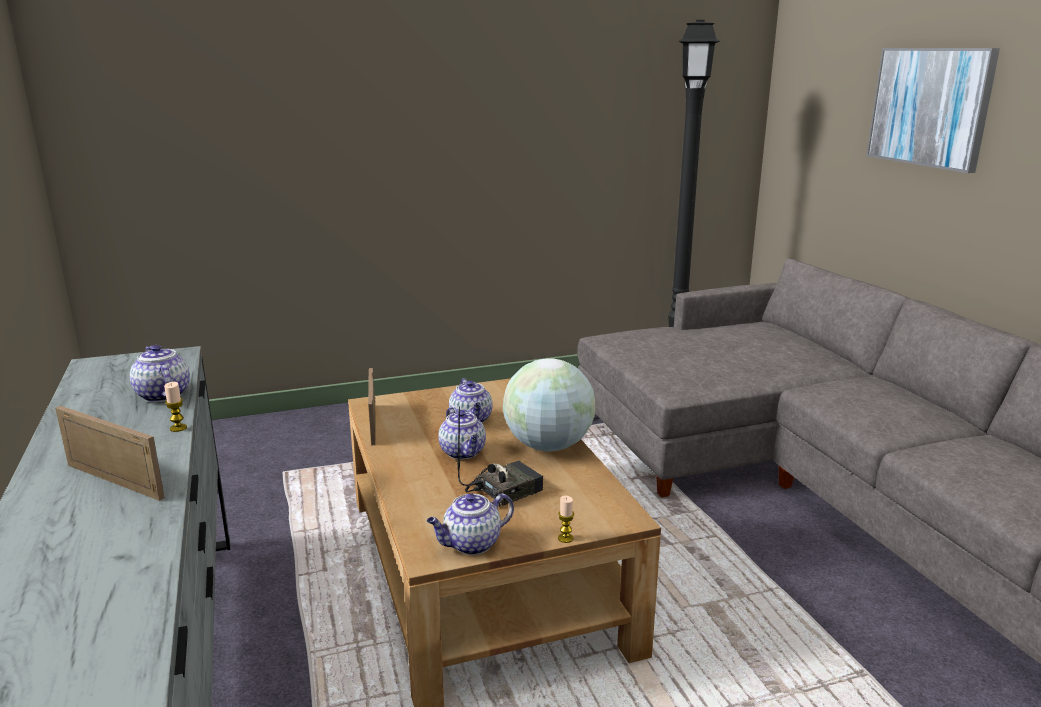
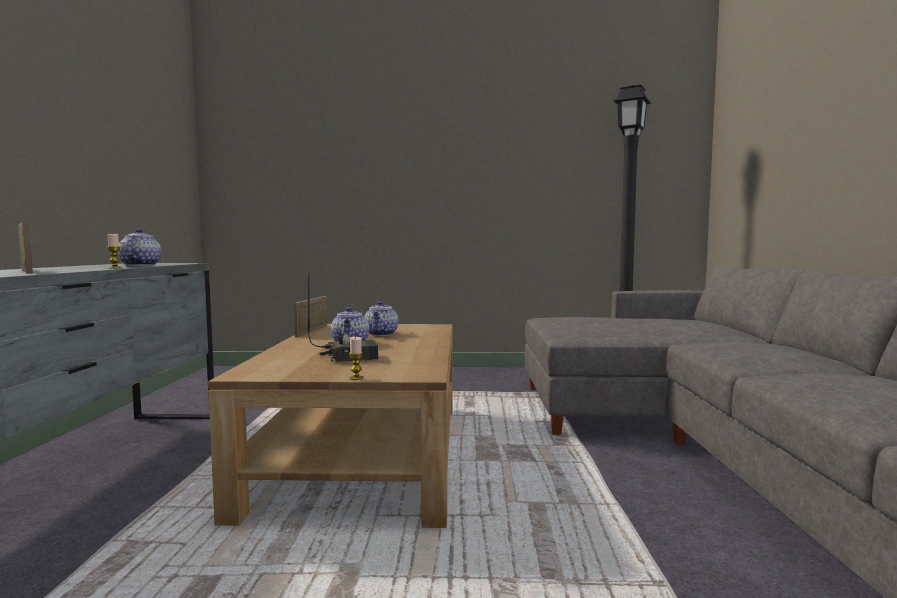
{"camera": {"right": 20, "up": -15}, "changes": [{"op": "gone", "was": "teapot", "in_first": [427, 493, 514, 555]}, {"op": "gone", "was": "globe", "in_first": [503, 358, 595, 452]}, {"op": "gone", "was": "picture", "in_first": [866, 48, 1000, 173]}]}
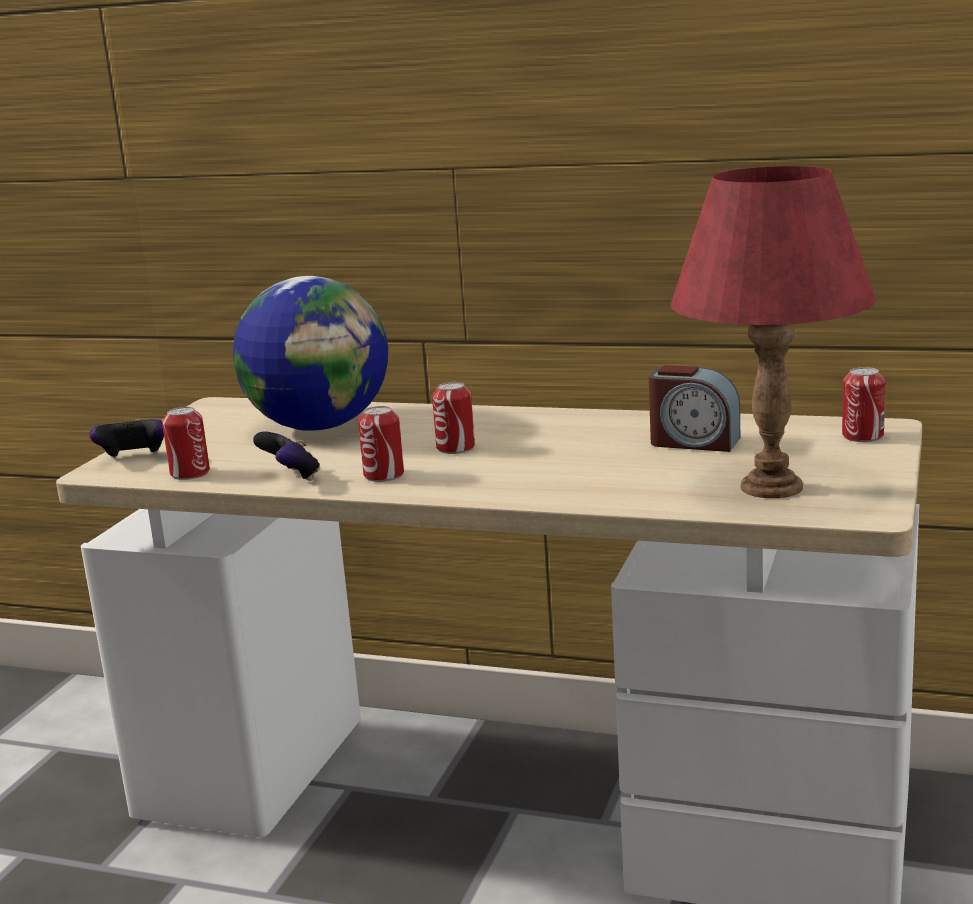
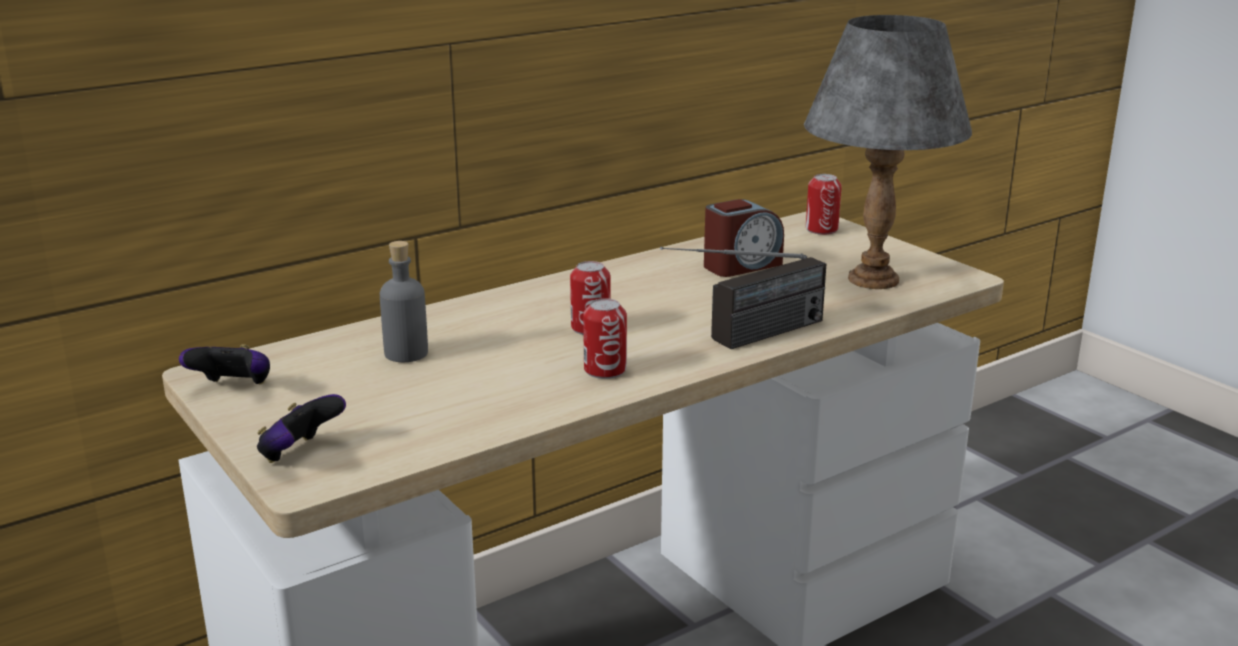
{"camera": {"right": -55, "up": 5}, "changes": [{"op": "shifted", "was": "game controller", "in_first": [253, 431, 320, 481], "in_second": [179, 344, 270, 384]}, {"op": "swapped", "was": "globe", "now": "bottle (grey)", "in_first": [233, 276, 388, 431], "in_second": [380, 241, 428, 362]}, {"op": "new", "now": "radio", "in_second": [660, 247, 826, 349]}, {"op": "repainted", "was": "table lamp (red)", "now": "table lamp (grey)", "in_first": [670, 166, 876, 498], "in_second": [804, 15, 972, 289]}, {"op": "gone", "was": "can", "in_first": [162, 407, 210, 480]}]}
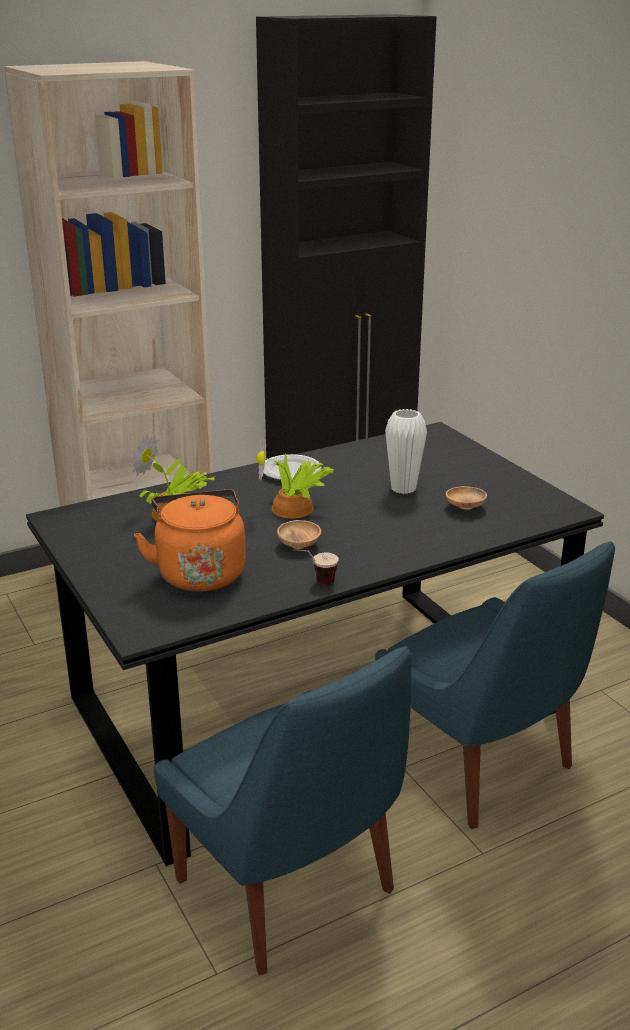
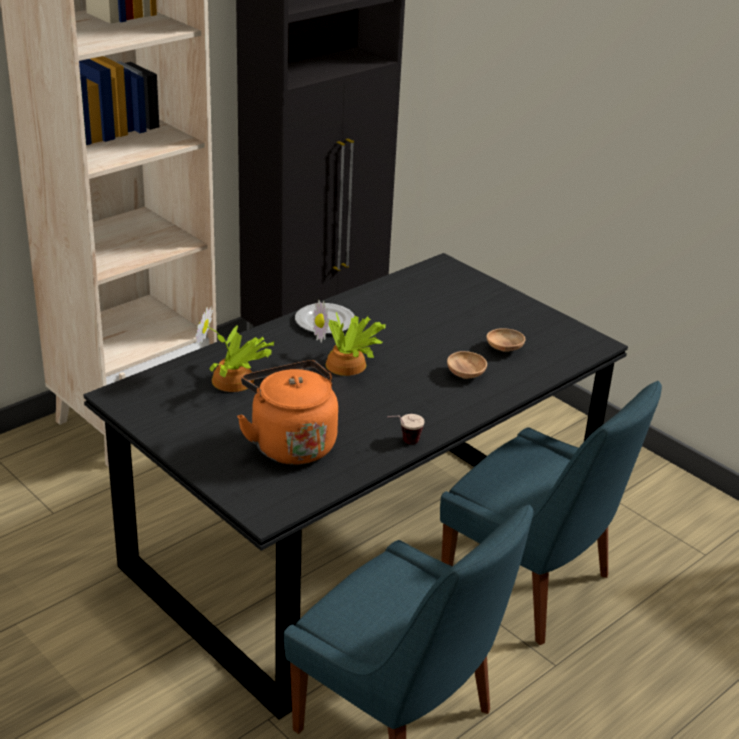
{"camera": {"right": -15, "up": 5}, "changes": [{"op": "shifted", "was": "bowl (brown)", "in_first": [277, 520, 321, 549], "in_second": [447, 351, 487, 379]}, {"op": "gone", "was": "vase (white)", "in_first": [385, 409, 427, 494]}]}
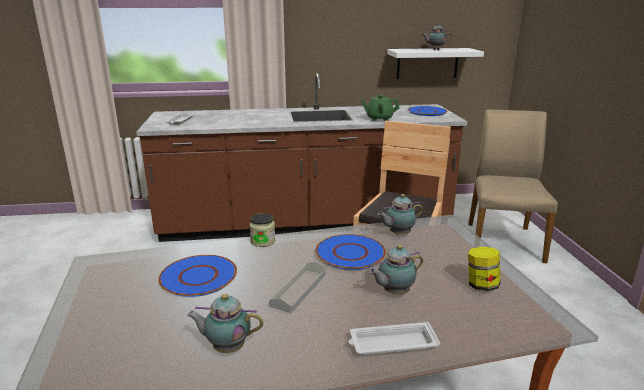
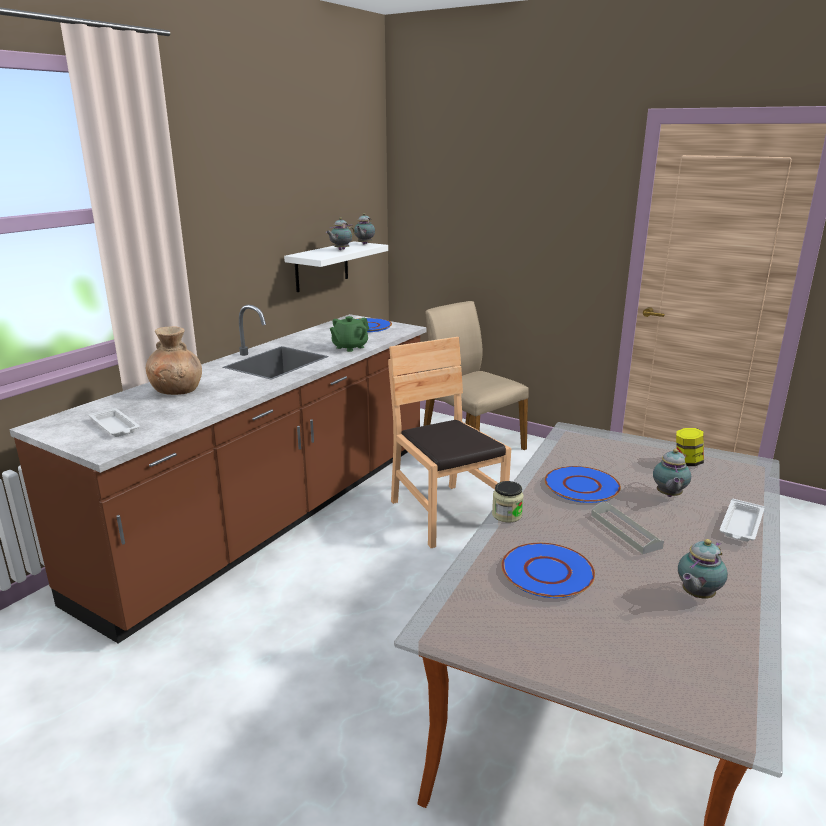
{"camera": {"right": -50, "up": 0}, "changes": [{"op": "new", "now": "vase (brown)", "in_second": [146, 327, 202, 395]}, {"op": "shifted", "was": "teapot", "in_first": [377, 194, 423, 235], "in_second": [354, 213, 375, 244]}]}
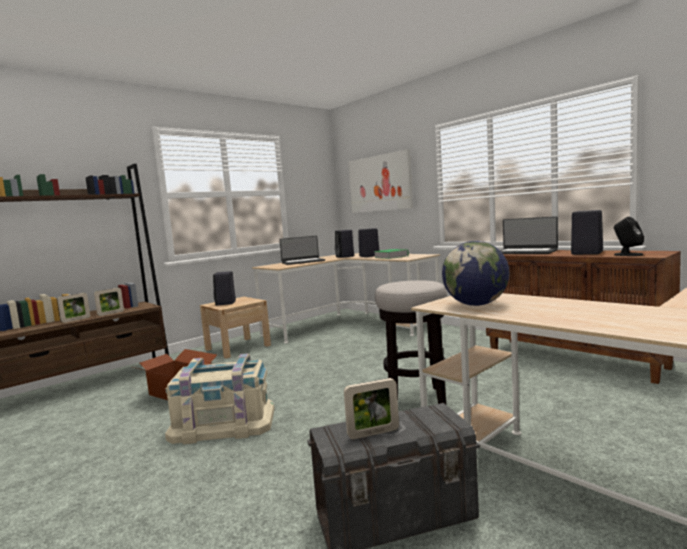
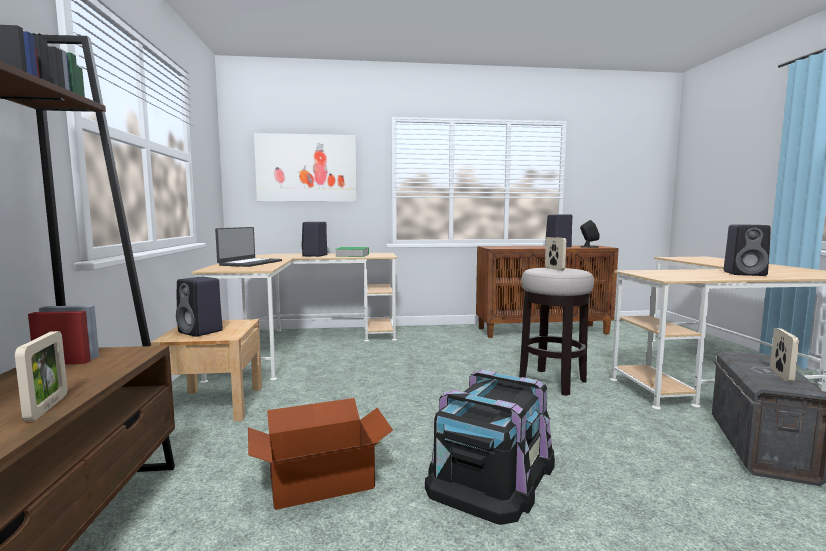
{"camera": {"right": -55, "up": 0}, "changes": [{"op": "repainted", "was": "storage box (beige)", "now": "storage box (black)", "in_first": [165, 353, 275, 444], "in_second": [425, 370, 555, 525]}, {"op": "shifted", "was": "picture frame", "in_first": [94, 288, 124, 316], "in_second": [545, 237, 566, 271]}, {"op": "shifted", "was": "speaker (black)", "in_first": [335, 230, 354, 258], "in_second": [724, 225, 771, 276]}, {"op": "gone", "was": "globe", "in_first": [442, 241, 509, 306]}, {"op": "gone", "was": "laptop", "in_first": [500, 216, 558, 254]}]}
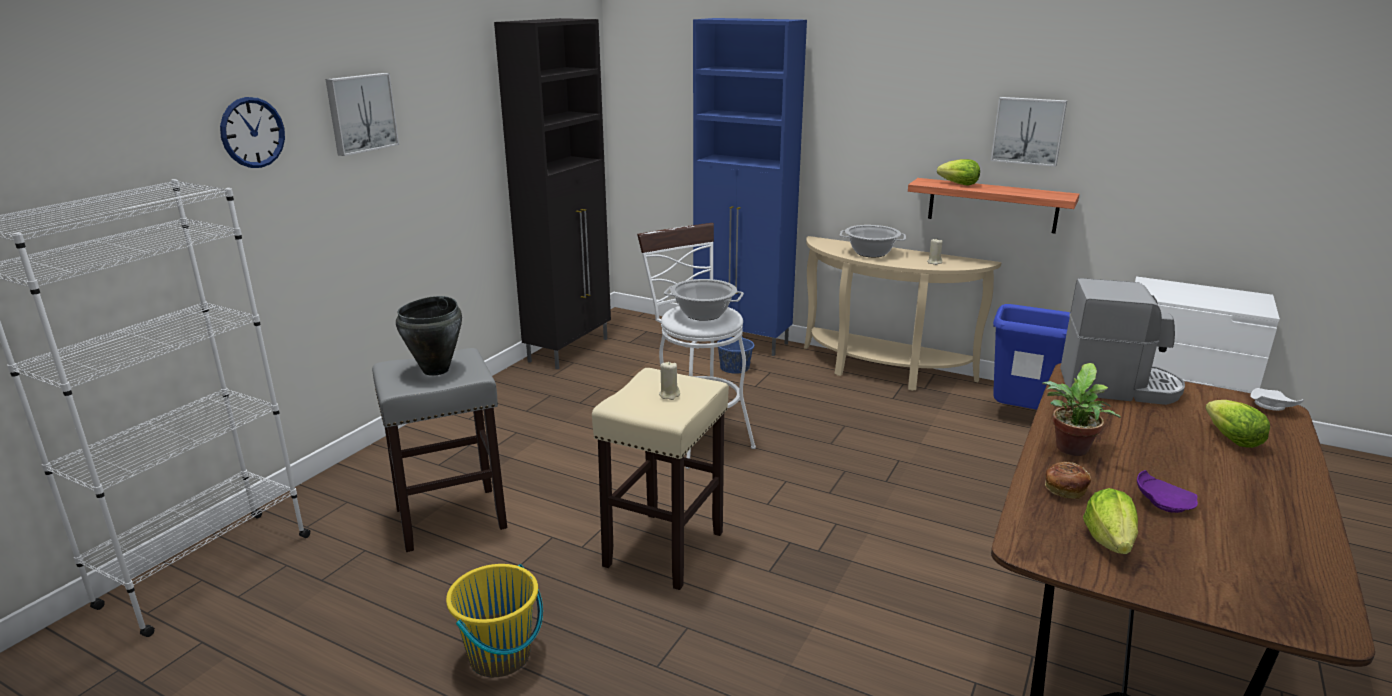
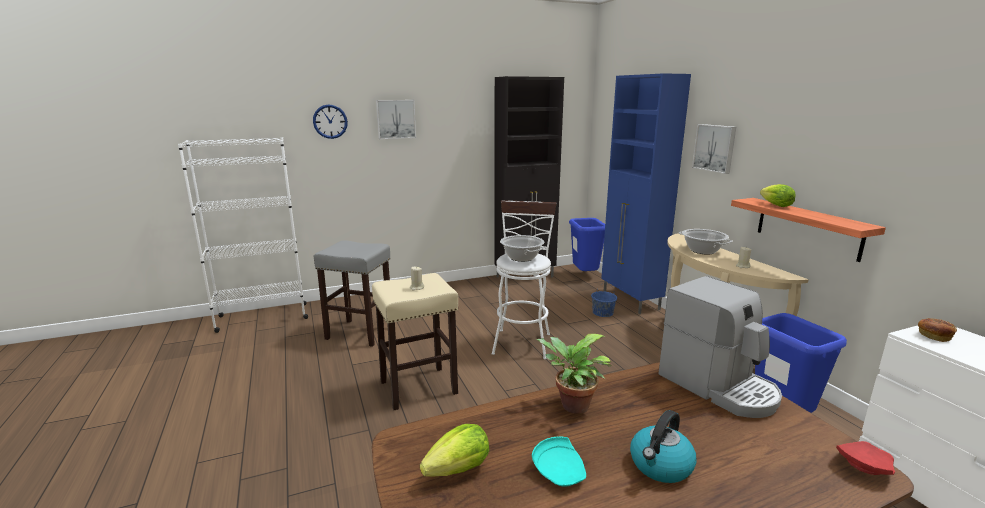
{"camera": {"right": 40, "up": -5}, "changes": [{"op": "repainted", "was": "plate (purple)", "now": "plate (turquoise)", "in_first": [1137, 470, 1198, 513], "in_second": [532, 437, 586, 487]}, {"op": "new", "now": "trash can (blue)", "in_second": [569, 218, 605, 271]}, {"op": "new", "now": "kettle", "in_second": [630, 410, 697, 483]}, {"op": "shifted", "was": "picture", "in_first": [991, 97, 1067, 167], "in_second": [692, 124, 736, 174]}, {"op": "repainted", "was": "plate (white)", "now": "plate (red)", "in_first": [1250, 388, 1304, 411], "in_second": [836, 441, 895, 475]}, {"op": "shifted", "was": "bread", "in_first": [1045, 462, 1091, 499], "in_second": [918, 318, 957, 342]}, {"op": "gone", "was": "cooking pot (black)", "in_first": [396, 296, 462, 376]}, {"op": "gone", "was": "bucket (yellow)", "in_first": [446, 564, 543, 677]}, {"op": "gone", "was": "lettuce", "in_first": [1205, 400, 1270, 448]}]}
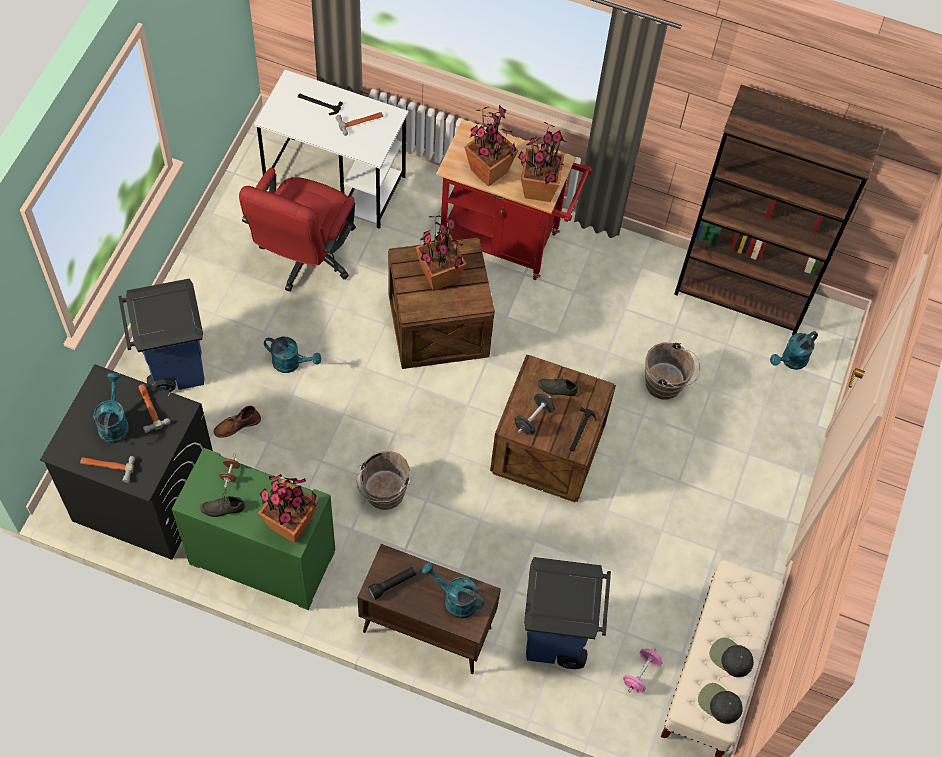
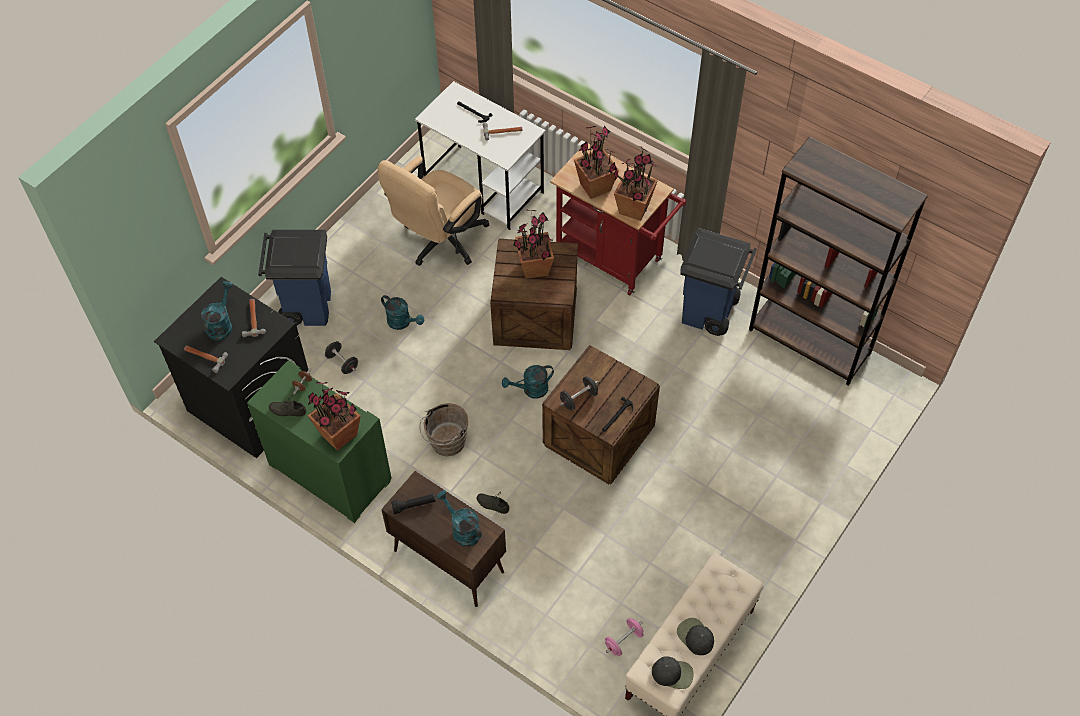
{"camera": {"right": 20, "up": -5}, "changes": [{"op": "swapped", "was": "boot (brown)", "now": "dumbbell (black)", "in_first": [214, 406, 261, 438], "in_second": [325, 341, 358, 374]}, {"op": "repainted", "was": "office chair (red)", "now": "office chair (beige)", "in_first": [239, 167, 356, 292], "in_second": [378, 156, 489, 266]}, {"op": "shifted", "was": "shoe (grey)", "in_first": [538, 372, 578, 396], "in_second": [477, 493, 509, 514]}, {"op": "shifted", "was": "watering can (turquoise)", "in_first": [770, 331, 818, 370], "in_second": [502, 365, 554, 399]}, {"op": "rotated", "was": "cap (black)", "in_first": [698, 683, 743, 724], "in_second": [652, 656, 694, 689], "clockwise": 135}, {"op": "shifted", "was": "trash can (blue)", "in_first": [524, 557, 611, 669], "in_second": [680, 228, 757, 336]}, {"op": "gone", "was": "bucket (brown)", "in_first": [645, 342, 700, 400]}]}
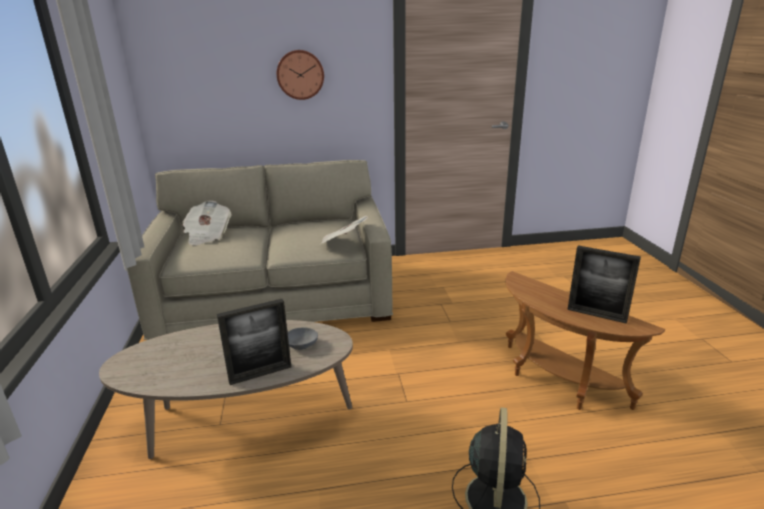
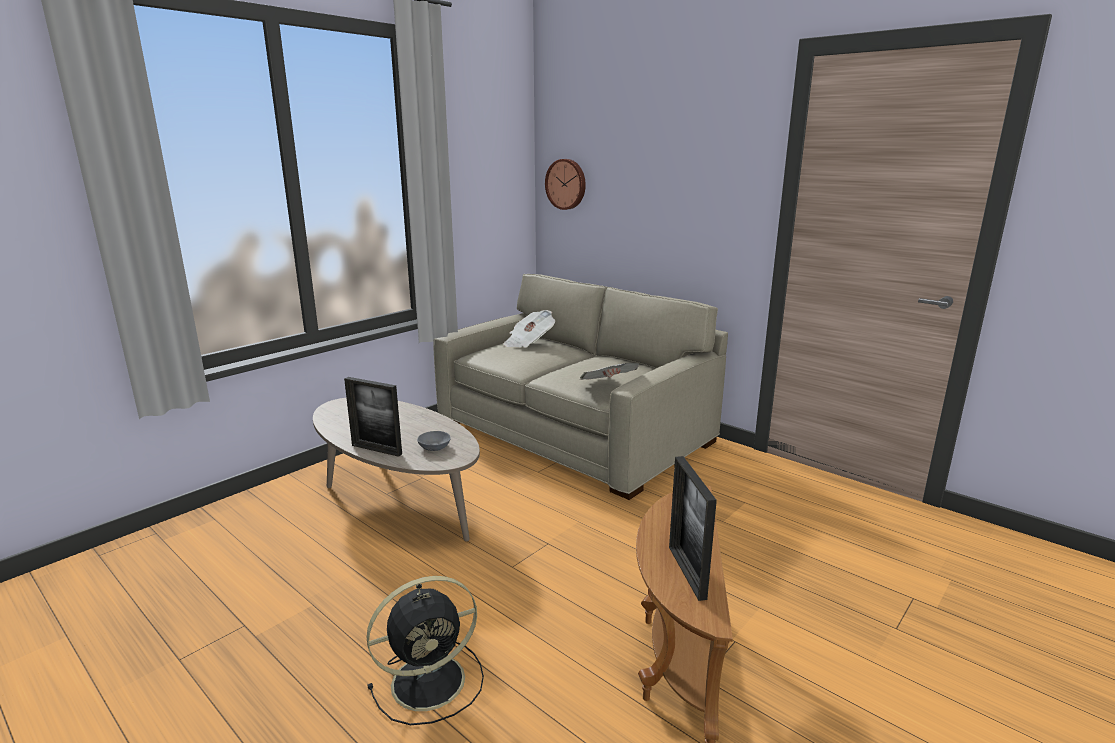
{"camera": {"right": 50, "up": -5}, "changes": [{"op": "shifted", "was": "wall clock", "in_first": [277, 50, 324, 100], "in_second": [545, 159, 586, 210]}]}
